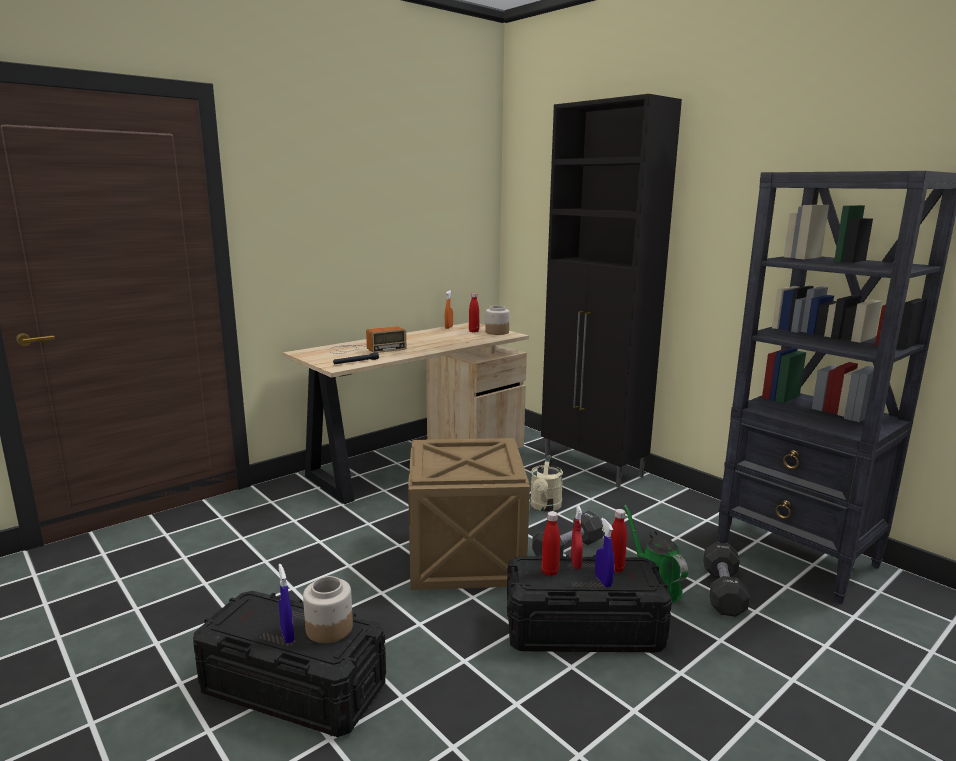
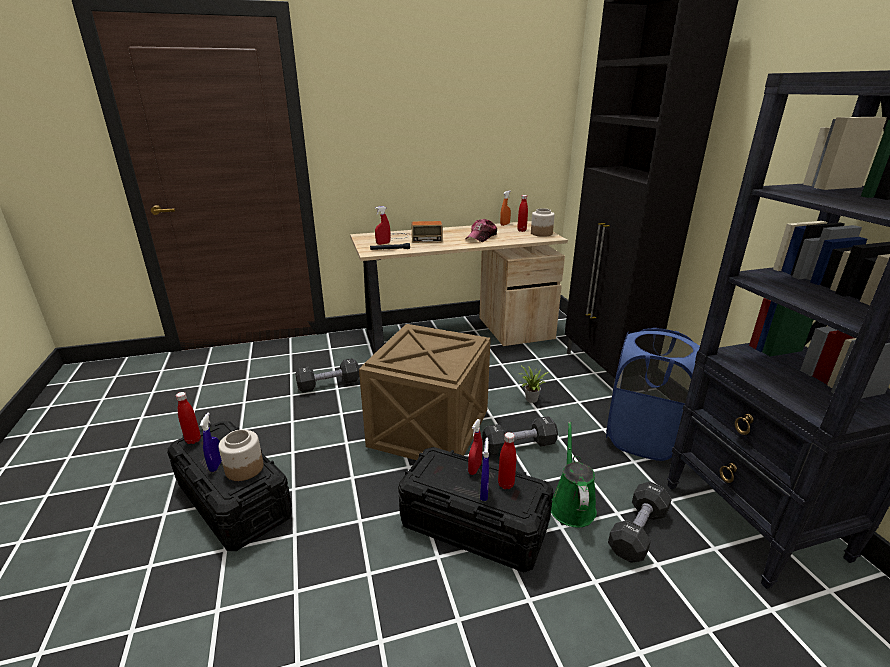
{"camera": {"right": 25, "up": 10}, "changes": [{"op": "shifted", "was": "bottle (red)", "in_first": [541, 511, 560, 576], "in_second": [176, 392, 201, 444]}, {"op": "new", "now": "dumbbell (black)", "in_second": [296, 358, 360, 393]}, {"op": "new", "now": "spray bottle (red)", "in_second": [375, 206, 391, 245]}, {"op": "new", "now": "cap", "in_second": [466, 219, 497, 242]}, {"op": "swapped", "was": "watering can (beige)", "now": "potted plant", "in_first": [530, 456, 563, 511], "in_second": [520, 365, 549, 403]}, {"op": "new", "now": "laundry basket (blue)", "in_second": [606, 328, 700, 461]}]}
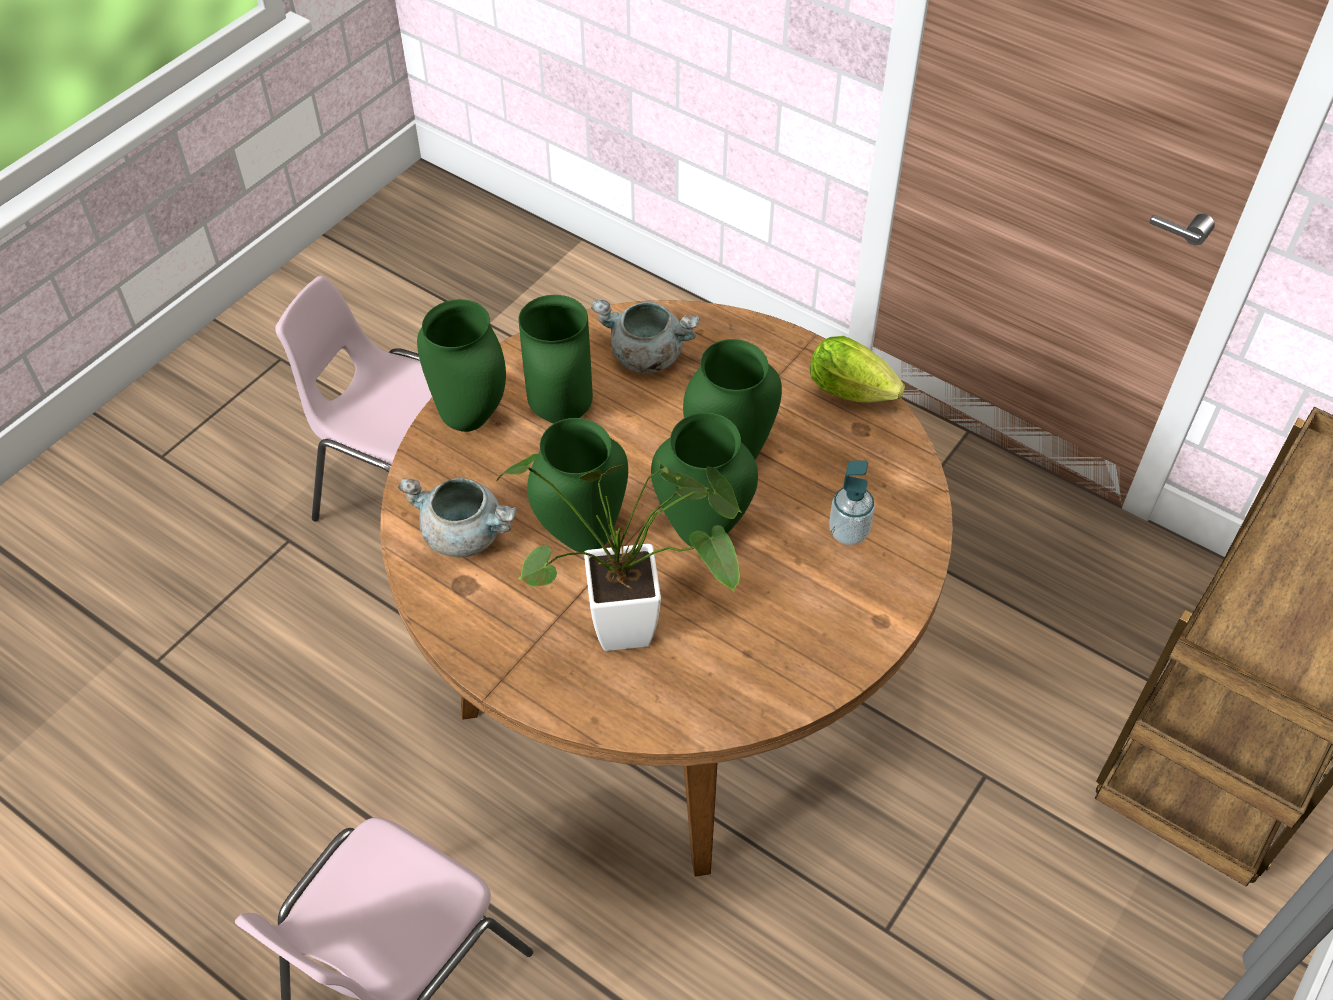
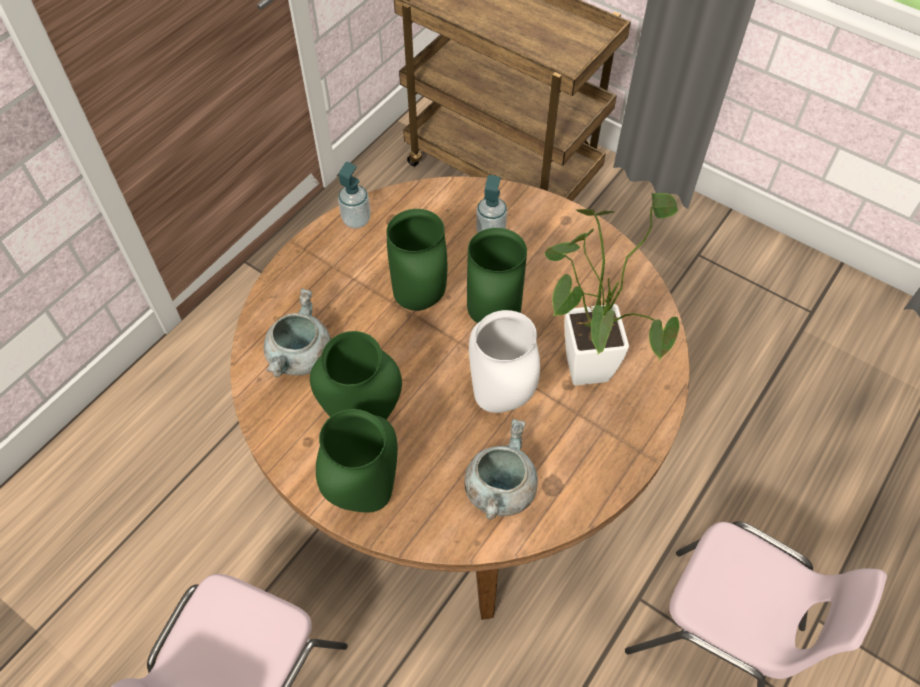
{"camera": {"right": -90, "up": 5}, "changes": [{"op": "swapped", "was": "lettuce", "now": "soap dispenser", "in_first": [810, 336, 905, 403], "in_second": [338, 162, 371, 228]}, {"op": "repainted", "was": "vase (green)", "now": "vase (white)", "in_first": [527, 418, 628, 552], "in_second": [469, 310, 540, 413]}]}
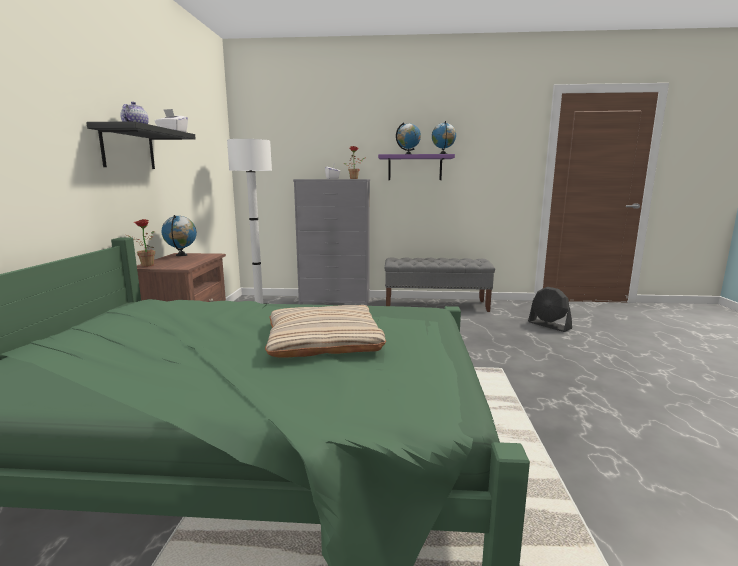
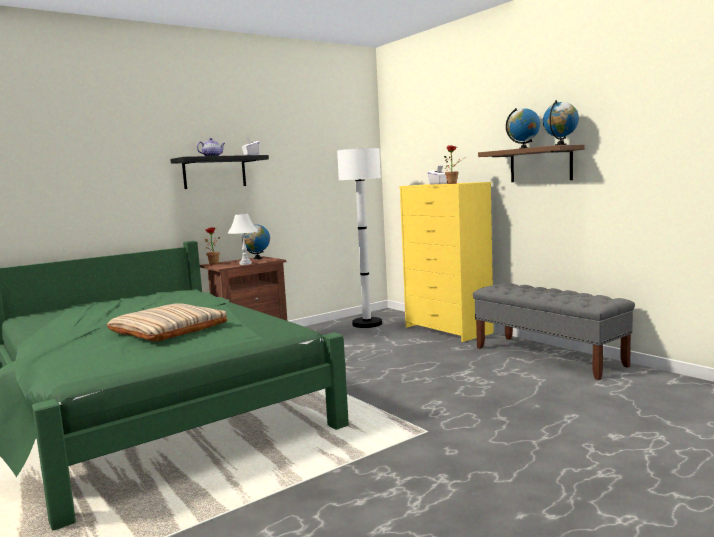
{"camera": {"right": 50, "up": -5}, "changes": [{"op": "new", "now": "table lamp (white)", "in_second": [228, 214, 258, 265]}, {"op": "repainted", "was": "dresser (grey)", "now": "dresser (yellow)", "in_first": [293, 179, 370, 306], "in_second": [399, 182, 494, 342]}, {"op": "repainted", "was": "shelf (purple)", "now": "shelf (brown)", "in_first": [378, 154, 455, 180], "in_second": [478, 145, 585, 182]}, {"op": "gone", "was": "fan (black)", "in_first": [528, 287, 572, 332]}]}
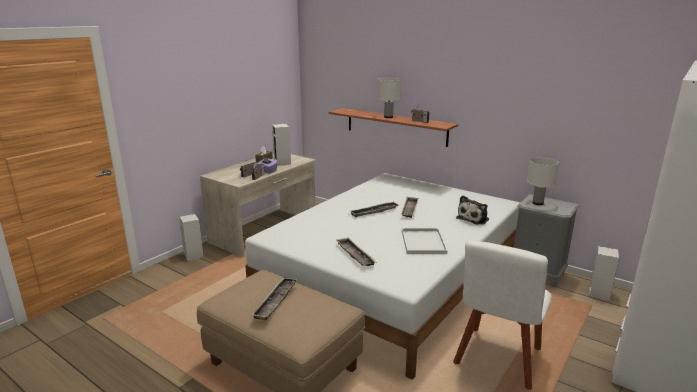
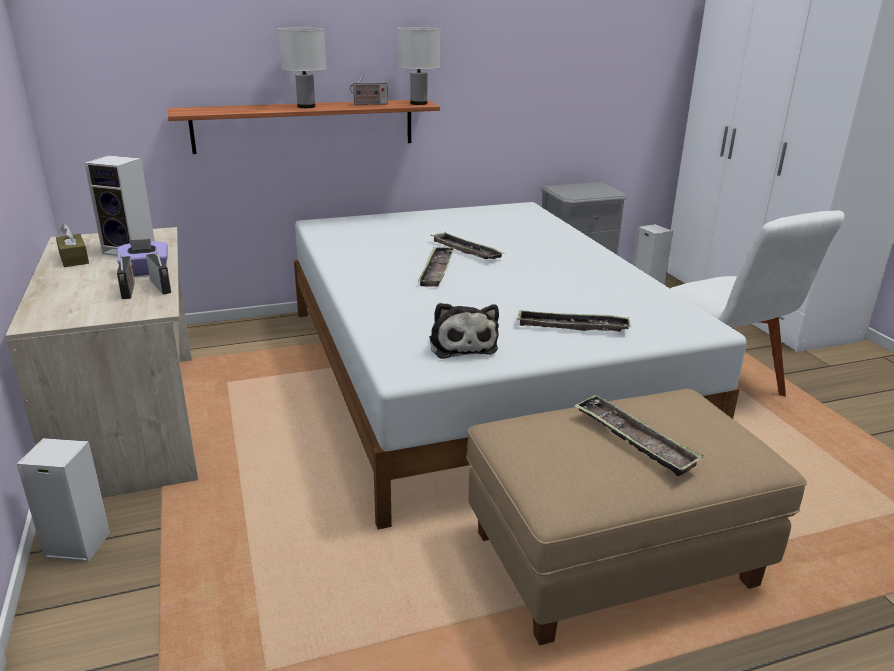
{"camera": {"right": -55, "up": 5}, "changes": [{"op": "shifted", "was": "table lamp (white)", "in_first": [527, 157, 559, 205], "in_second": [397, 27, 441, 105]}, {"op": "shifted", "was": "plush toy", "in_first": [456, 195, 489, 225], "in_second": [429, 303, 499, 359]}, {"op": "gone", "was": "tray (white)", "in_first": [402, 228, 448, 254]}]}
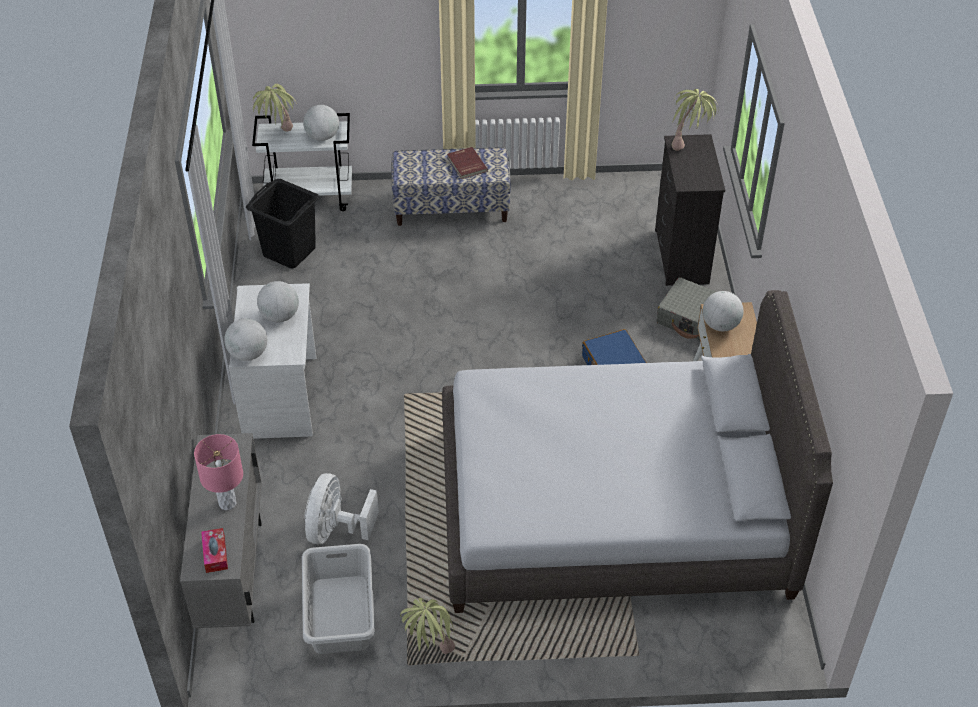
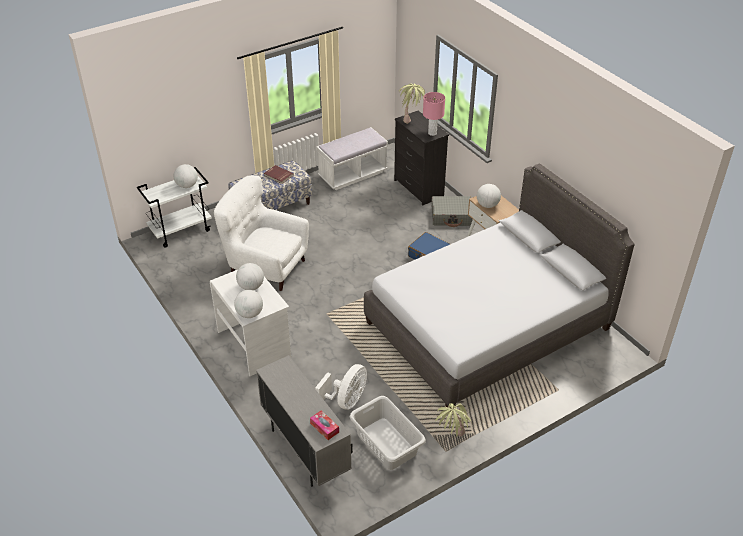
{"camera": {"right": -30, "up": -5}, "changes": [{"op": "new", "now": "armchair (white)", "in_second": [214, 175, 309, 291]}, {"op": "rotated", "was": "fan (white)", "in_first": [305, 473, 379, 544], "in_second": [315, 364, 367, 410], "clockwise": -135}, {"op": "new", "now": "bench (white)", "in_second": [316, 127, 388, 190]}, {"op": "shifted", "was": "table lamp (pink)", "in_first": [194, 434, 243, 510], "in_second": [423, 92, 445, 136]}, {"op": "gone", "was": "laundry basket (black)", "in_first": [246, 179, 319, 268]}, {"op": "gone", "was": "potted plant", "in_first": [253, 84, 297, 132]}]}
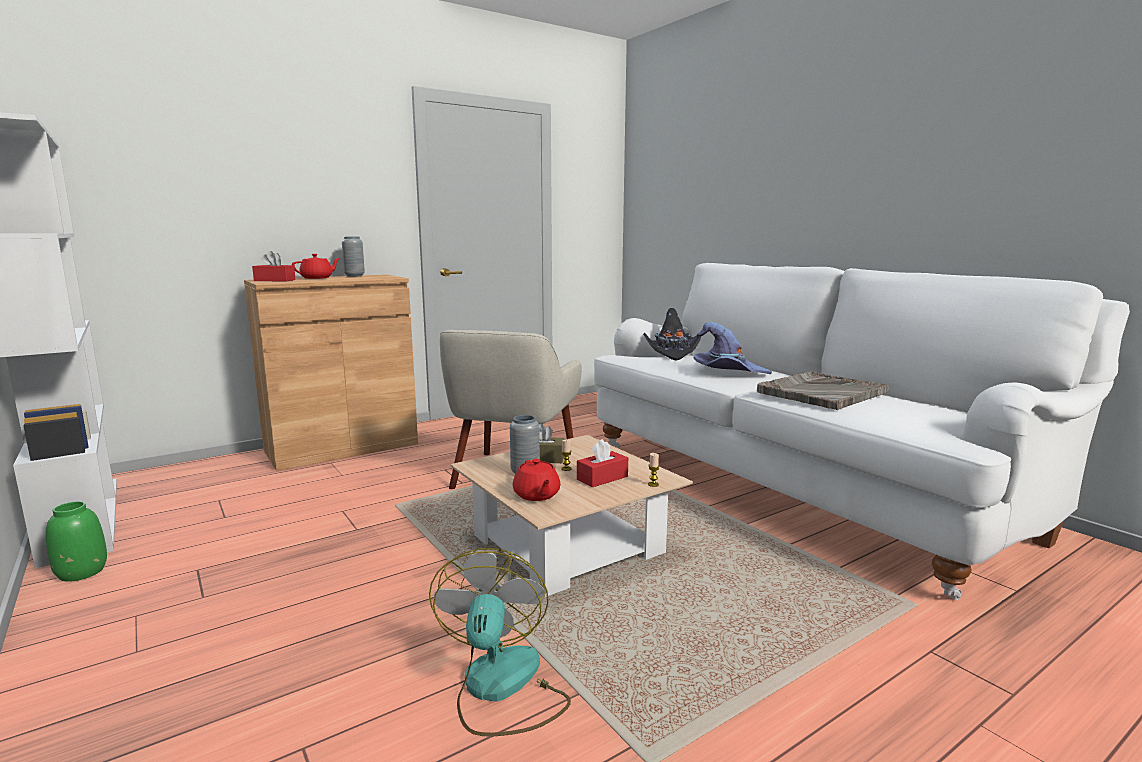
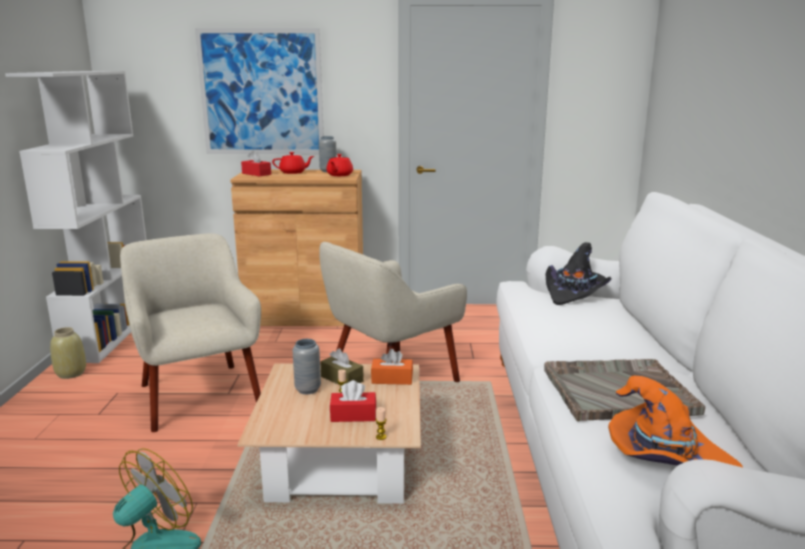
{"camera": {"right": 35, "up": 5}, "changes": [{"op": "repainted", "was": "vase (green)", "now": "vase (beige)", "in_first": [46, 501, 107, 582], "in_second": [50, 327, 86, 379]}, {"op": "new", "now": "armchair (beige)", "in_second": [120, 233, 261, 432]}, {"op": "new", "now": "picture", "in_second": [195, 28, 324, 154]}, {"op": "shifted", "was": "teapot (red)", "in_first": [513, 459, 561, 501], "in_second": [326, 154, 353, 176]}, {"op": "new", "now": "tissue box (orange)", "in_second": [371, 349, 413, 385]}, {"op": "new", "now": "hat (orange)", "in_second": [608, 376, 744, 468]}, {"op": "gone", "was": "hat (purple)", "in_first": [694, 322, 772, 374]}]}
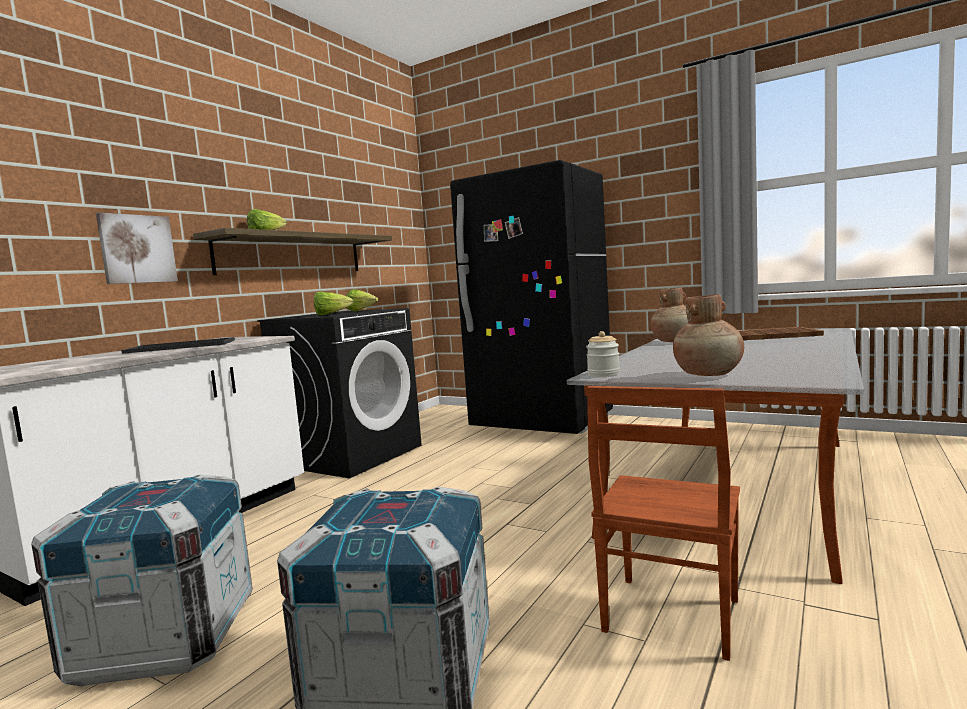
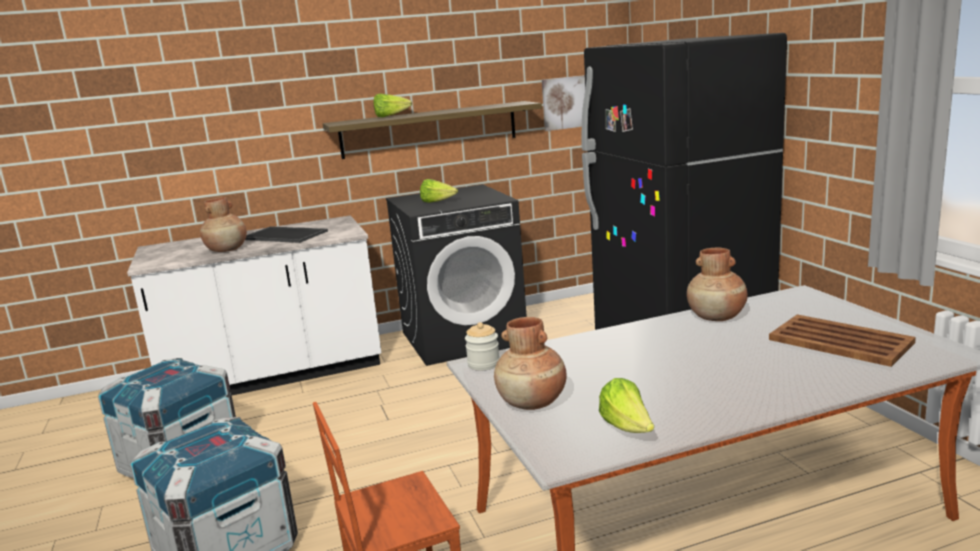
{"camera": {"right": 40, "up": 10}, "changes": [{"op": "new", "now": "vase (brown)", "in_second": [200, 197, 247, 252]}, {"op": "shifted", "was": "picture", "in_first": [96, 213, 178, 284], "in_second": [542, 75, 585, 131]}, {"op": "shifted", "was": "lettuce", "in_first": [346, 289, 378, 312], "in_second": [599, 378, 654, 433]}]}
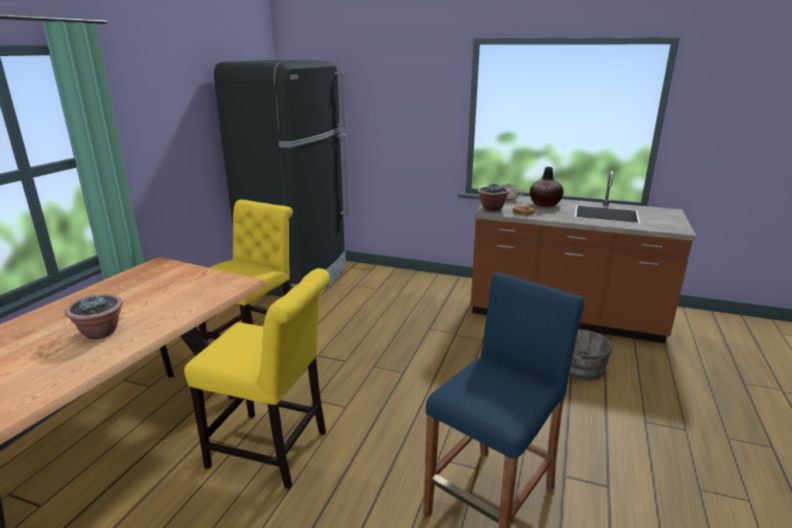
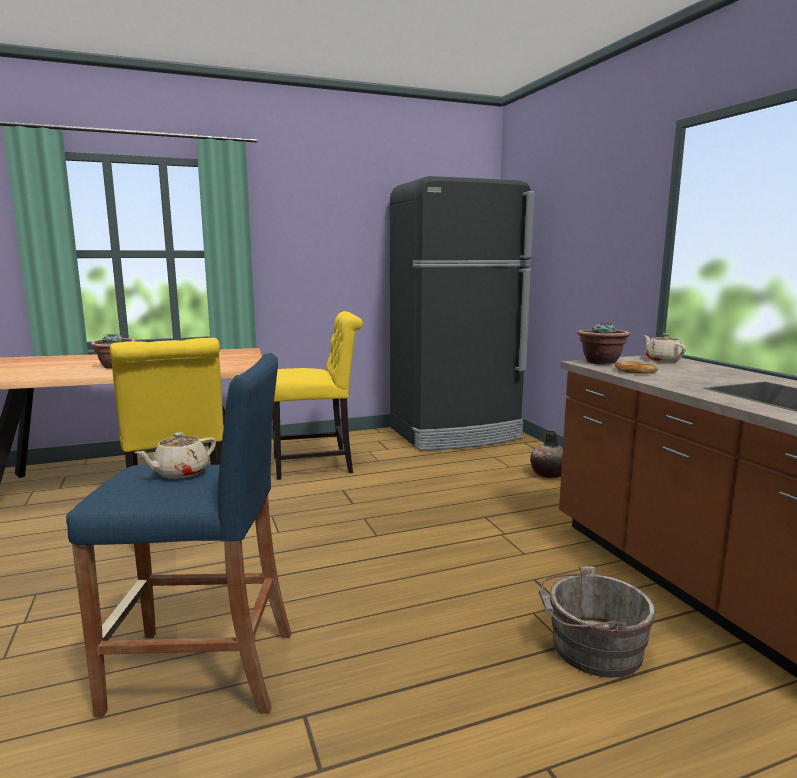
{"camera": {"right": 50, "up": -10}, "changes": [{"op": "new", "now": "teapot (beige)", "in_second": [134, 432, 216, 479]}, {"op": "shifted", "was": "vase", "in_first": [530, 167, 564, 207], "in_second": [530, 431, 563, 478]}]}
